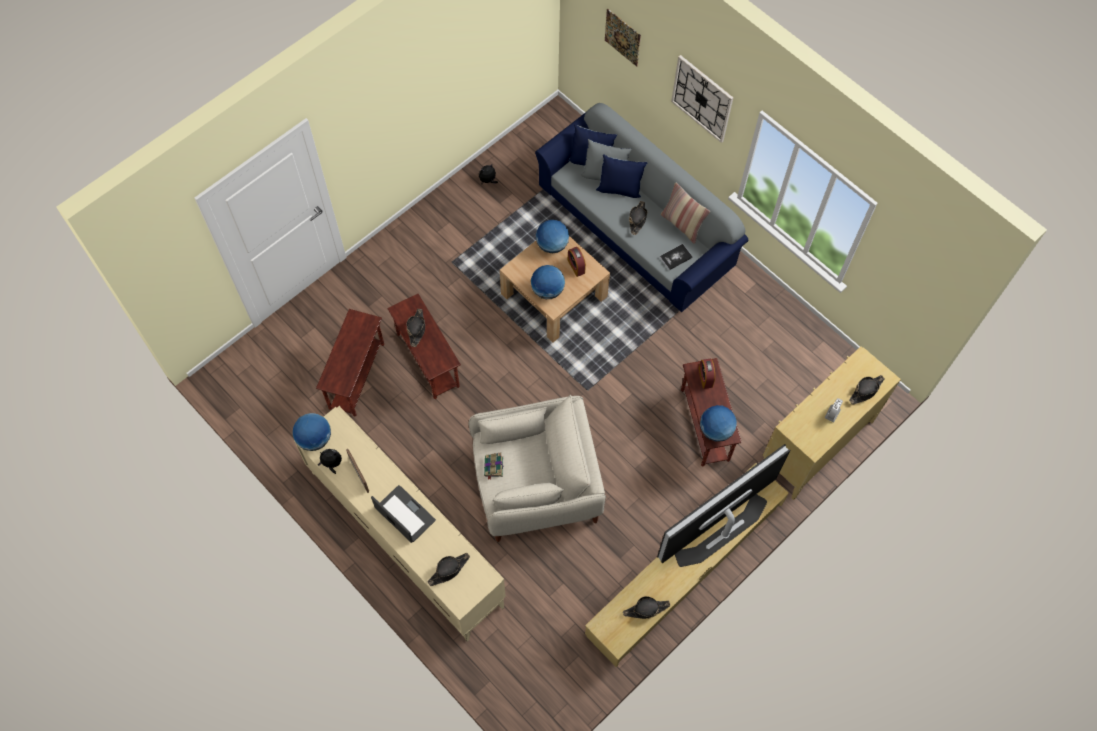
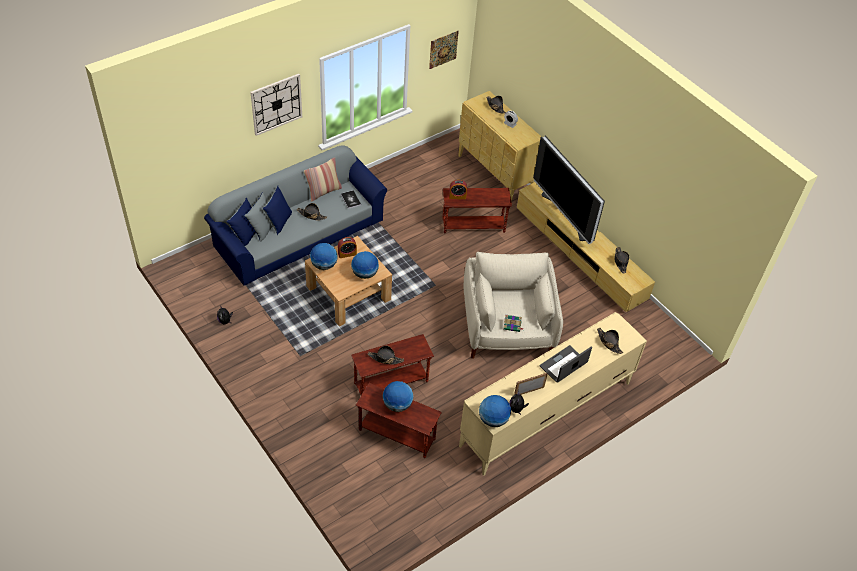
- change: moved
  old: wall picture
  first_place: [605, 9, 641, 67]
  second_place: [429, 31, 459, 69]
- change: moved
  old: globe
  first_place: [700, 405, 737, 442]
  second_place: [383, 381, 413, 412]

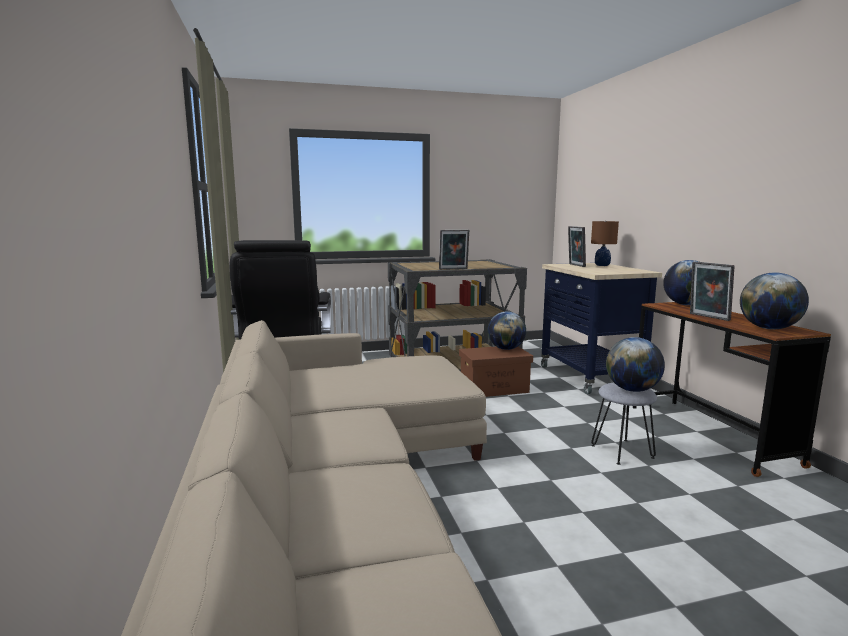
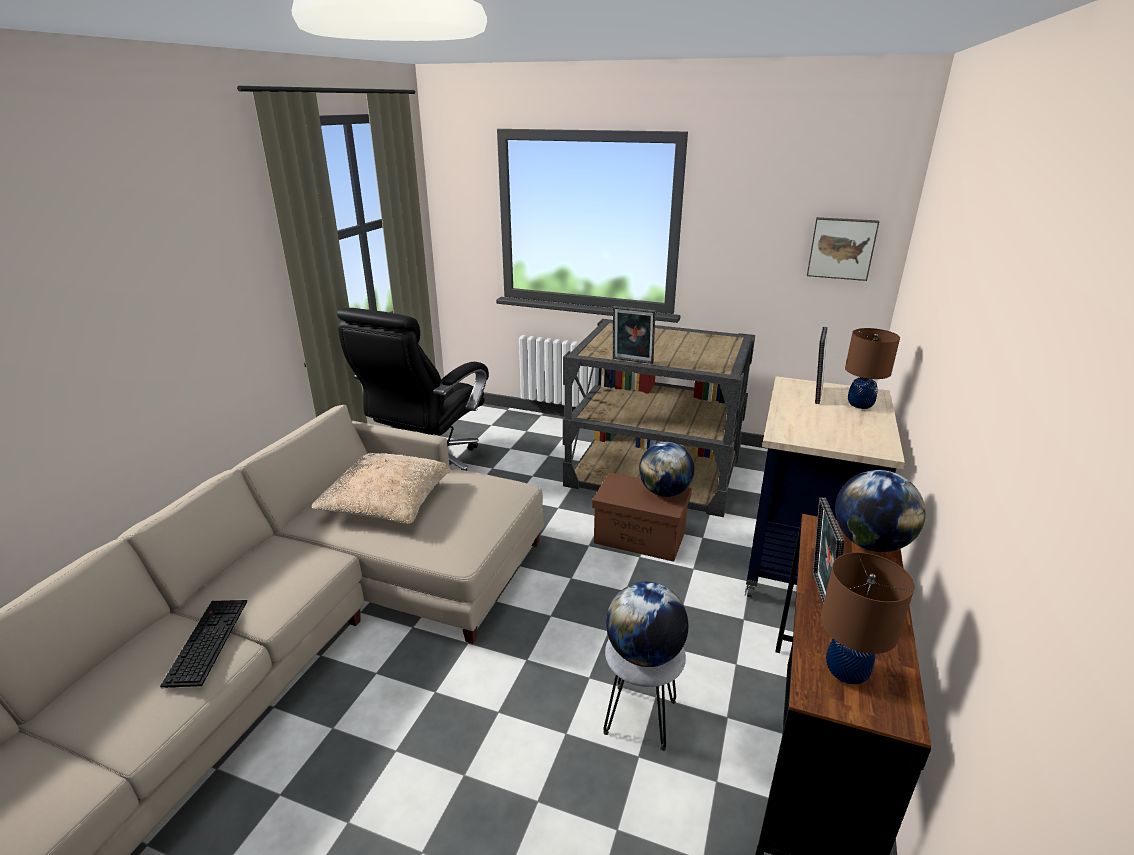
- change: replaced
  old: globe
  new: lamp for a table/brownish
  first_place: [740, 272, 809, 329]
  second_place: [821, 552, 915, 684]
- change: added
  new: wall picture
  second_place: [807, 217, 879, 281]
- change: added
  new: cushion/beige
  second_place: [311, 453, 450, 524]
- change: added
  new: PC keyboard
  second_place: [160, 600, 247, 689]

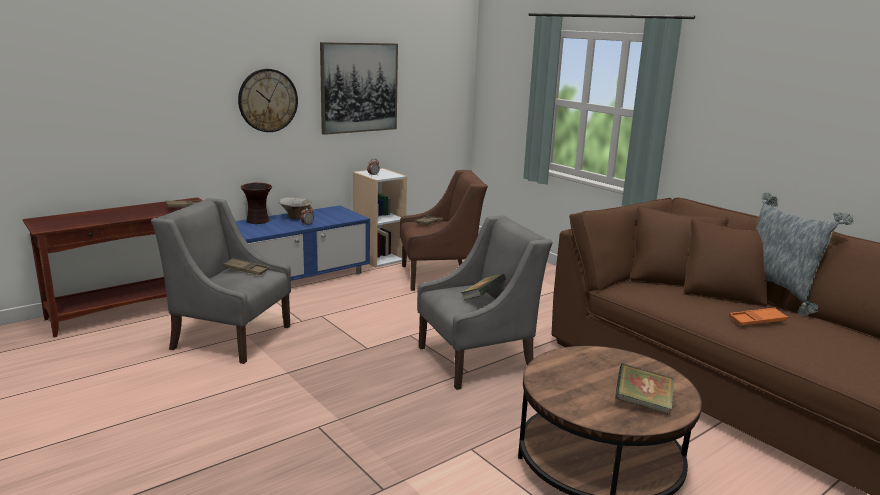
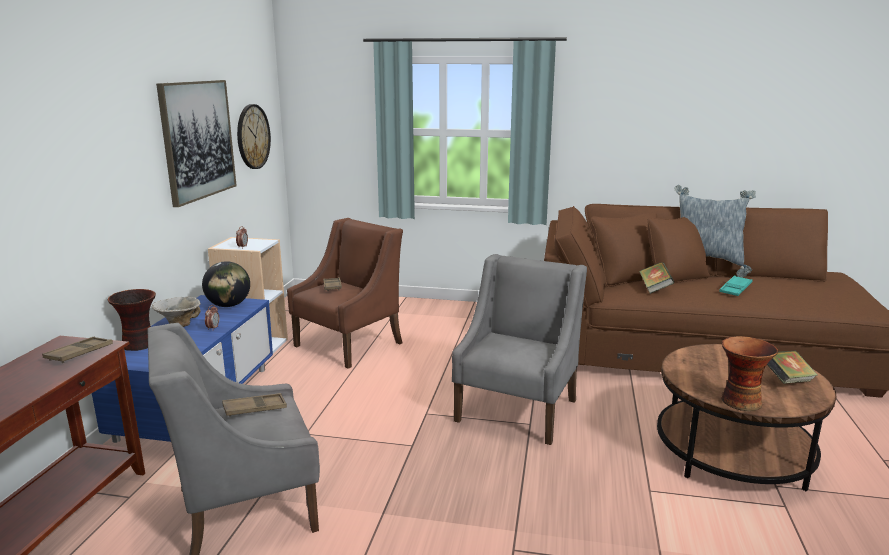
- change: moved
  old: clock on the wall
  first_place: [238, 69, 298, 132]
  second_place: [237, 104, 271, 169]
- change: moved
  old: book
  first_place: [461, 273, 506, 300]
  second_place: [639, 262, 674, 294]
- change: recoloured
  old: carrying tray/orange
  new: carrying tray/turquoise
  first_place: [729, 307, 788, 326]
  second_place: [719, 275, 753, 296]
- change: added
  new: globe
  second_place: [202, 261, 250, 307]
- change: added
  new: decorative vase
  second_place: [721, 336, 778, 411]

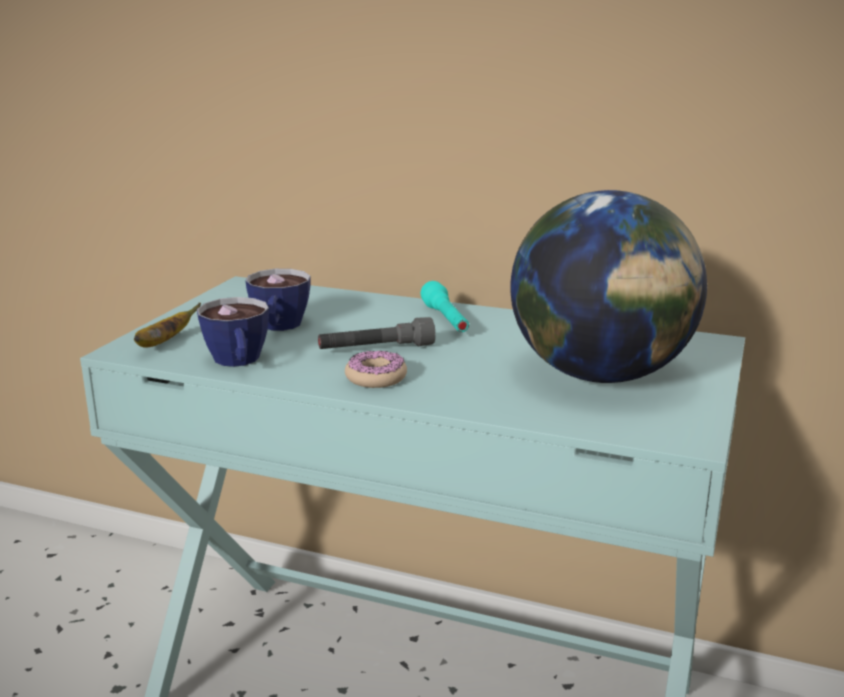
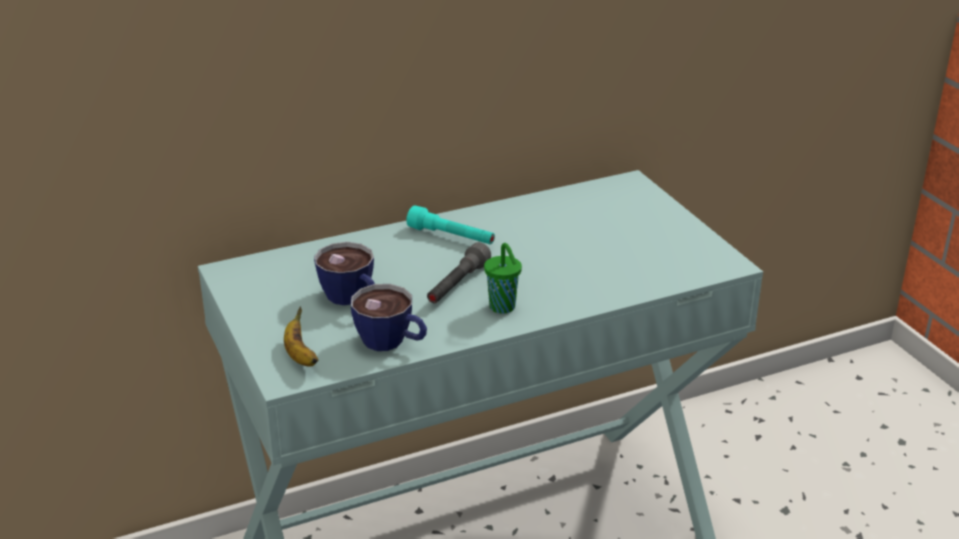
- change: removed
  old: globe
  first_place: [510, 190, 707, 383]
- change: replaced
  old: doughnut
  new: drinking cup/green
  first_place: [345, 351, 407, 388]
  second_place: [484, 243, 522, 314]

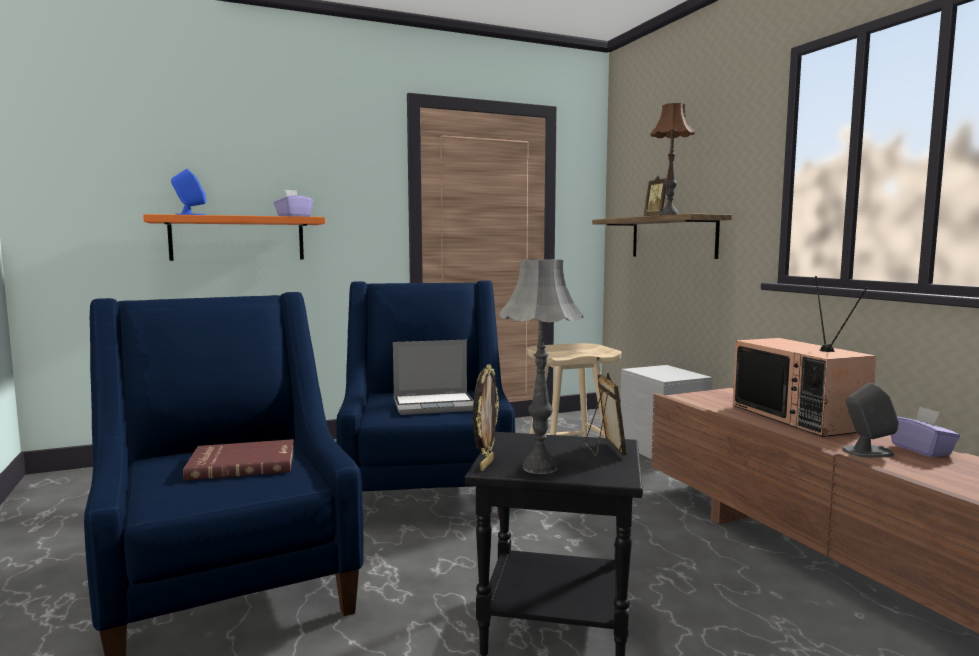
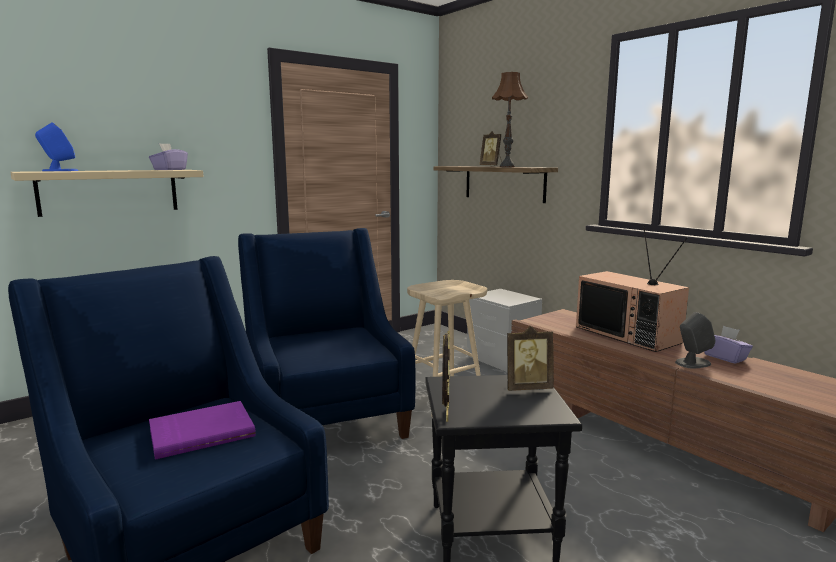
- change: recoloured
  old: bracket shelf/orange
  new: bracket shelf/beige
  first_place: [143, 214, 325, 261]
  second_place: [10, 170, 203, 217]
- change: removed
  old: lamp for a table/gray
  first_place: [499, 259, 583, 474]
- change: removed
  old: notebook computer
  first_place: [393, 340, 474, 415]
- change: turned
  old: picture frame
  first_place: [585, 373, 627, 457]
  second_place: [507, 326, 554, 391]
  degrees: 105
- change: recoloured
  old: book/reddish
  new: book/purple
  first_place: [183, 439, 294, 481]
  second_place: [149, 401, 256, 460]

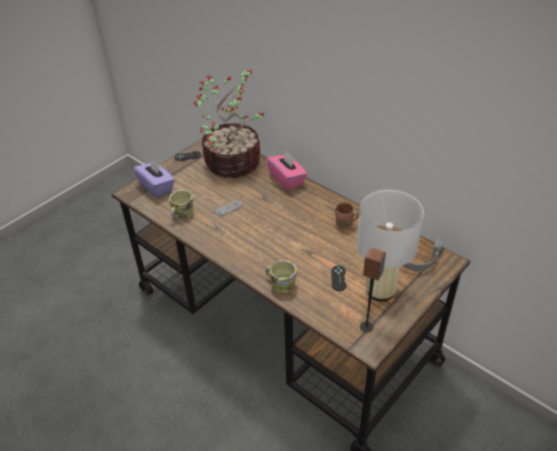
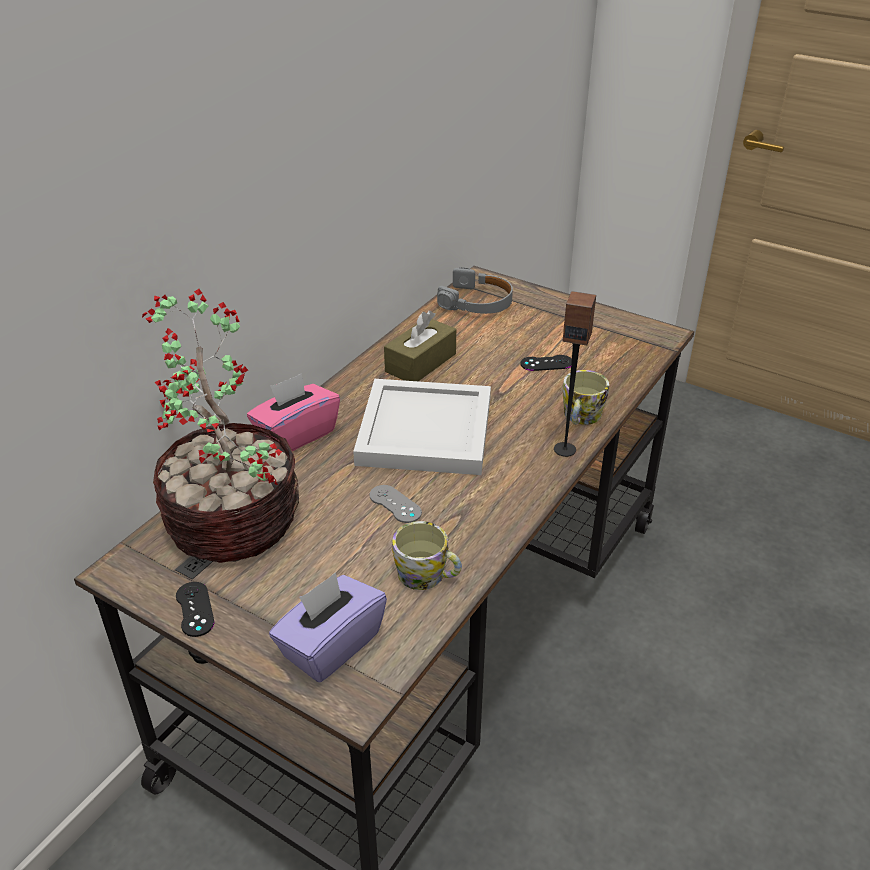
- change: removed
  old: lamp for a table/white
  first_place: [357, 190, 424, 302]
- change: replaced
  old: coffee mug/brownish
  new: tissue holder/brownish
  first_place: [335, 202, 359, 229]
  second_place: [384, 311, 456, 381]
- change: moved
  old: speaker
  first_place: [360, 248, 386, 332]
  second_place: [554, 291, 596, 457]
- change: added
  new: carrying tray/white
  second_place: [353, 379, 491, 475]

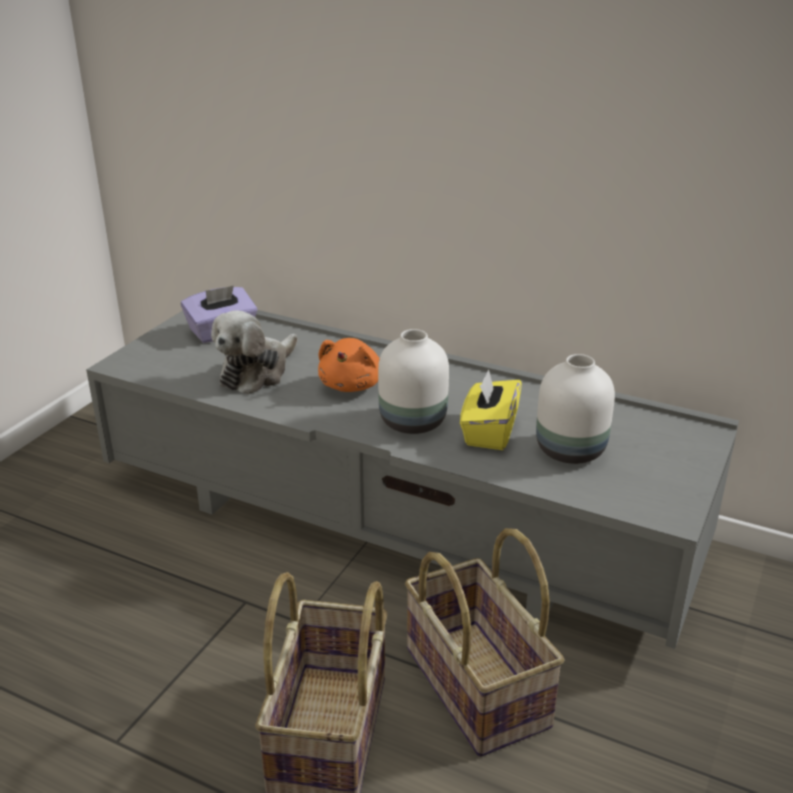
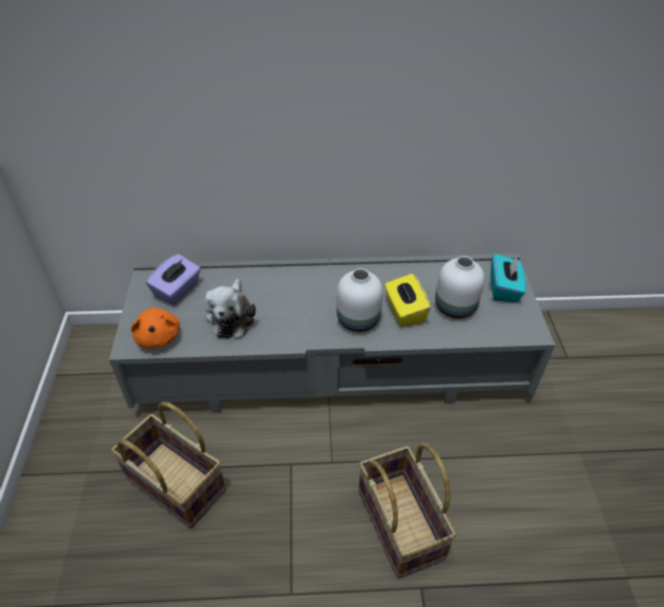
- change: moved
  old: plush toy/orange
  first_place: [318, 338, 380, 392]
  second_place: [131, 306, 180, 349]
- change: moved
  old: household basket
  first_place: [405, 528, 565, 757]
  second_place: [111, 402, 226, 529]
- change: added
  new: tissue holder/turquoise
  second_place: [491, 254, 526, 302]

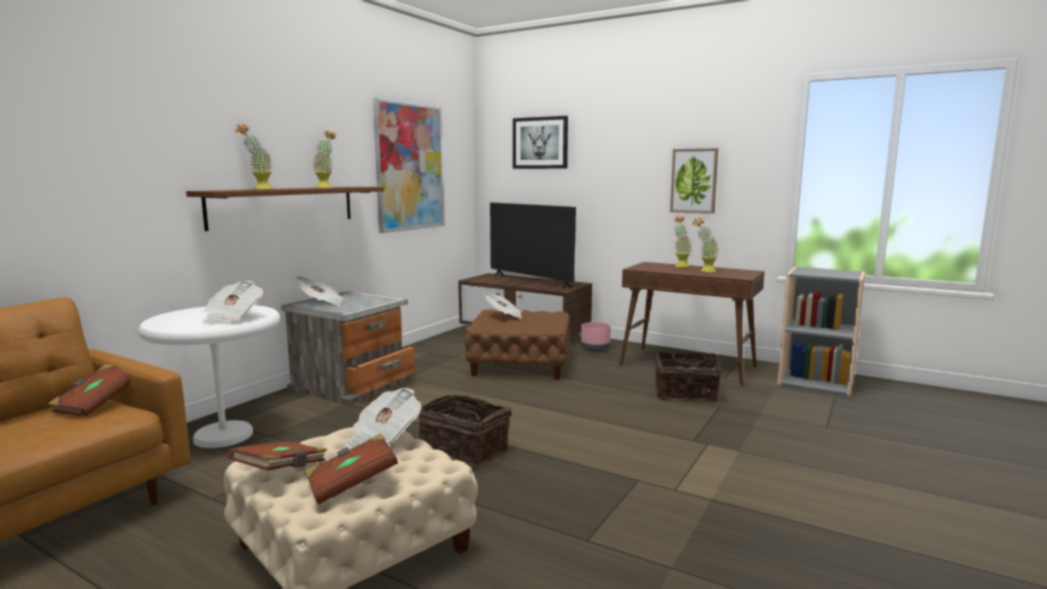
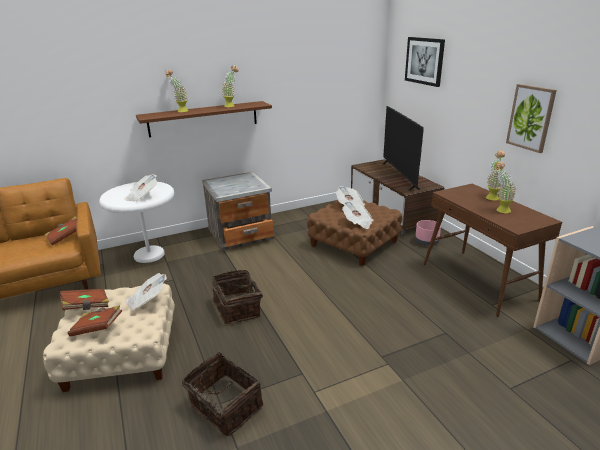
- change: removed
  old: wall picture
  first_place: [373, 97, 445, 233]
- change: moved
  old: daily paper
  first_place: [296, 276, 343, 305]
  second_place: [342, 201, 374, 229]
- change: moved
  old: household basket
  first_place: [655, 351, 722, 402]
  second_place: [182, 352, 264, 436]

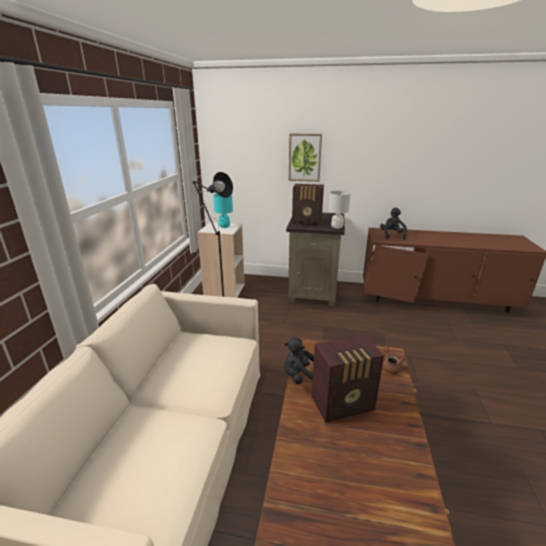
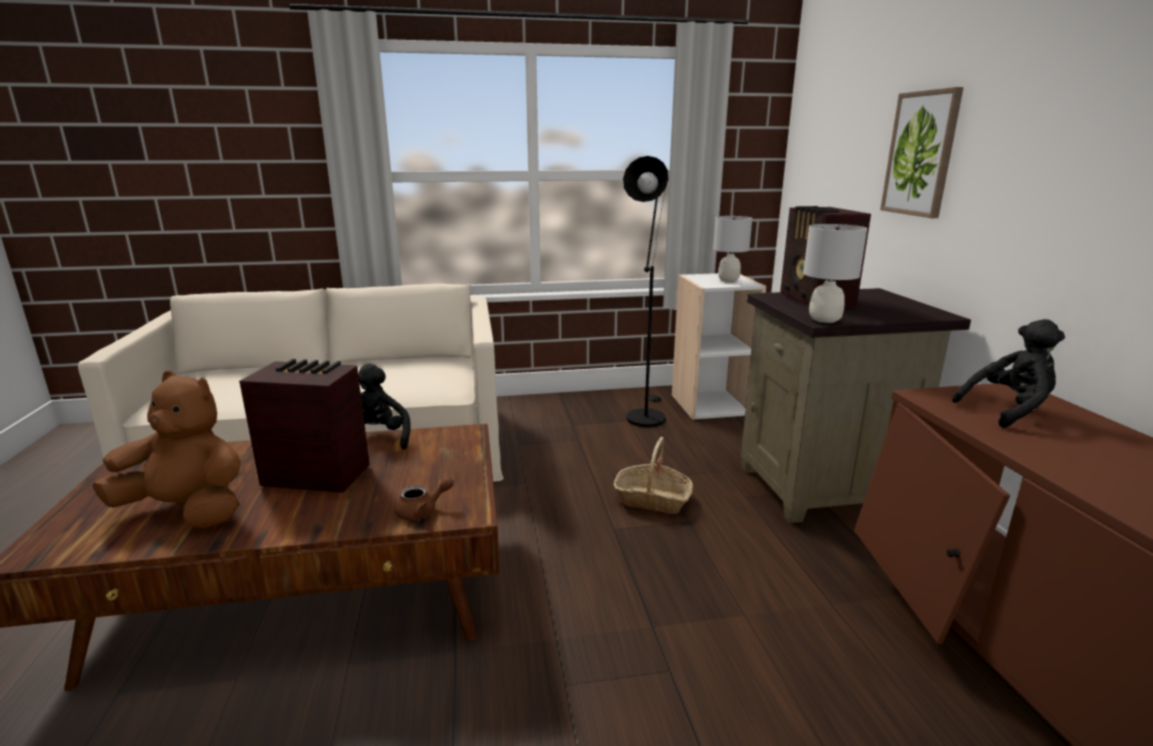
- change: recoloured
  old: lamp for a table/turquoise
  new: lamp for a table/gray
  first_place: [213, 194, 233, 228]
  second_place: [713, 216, 752, 282]
- change: turned
  old: radio receiver
  first_place: [312, 334, 384, 423]
  second_place: [239, 359, 370, 493]
  degrees: 135
- change: added
  new: plush toy/brownish
  second_place: [92, 370, 241, 528]
- change: added
  new: household basket
  second_place: [614, 437, 693, 514]

